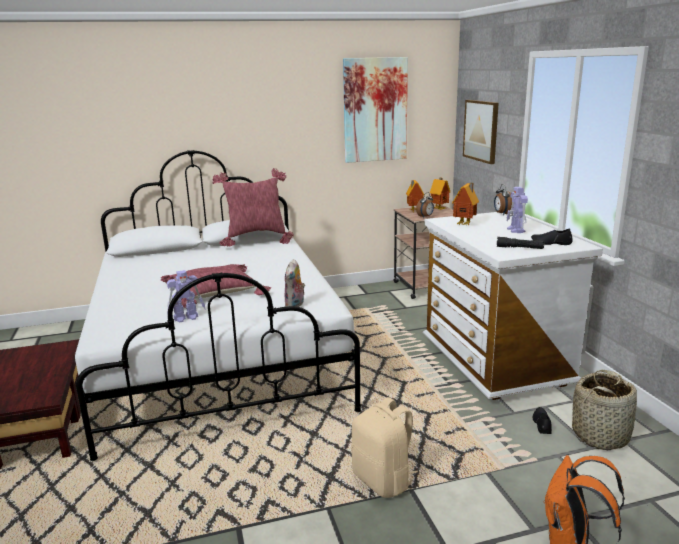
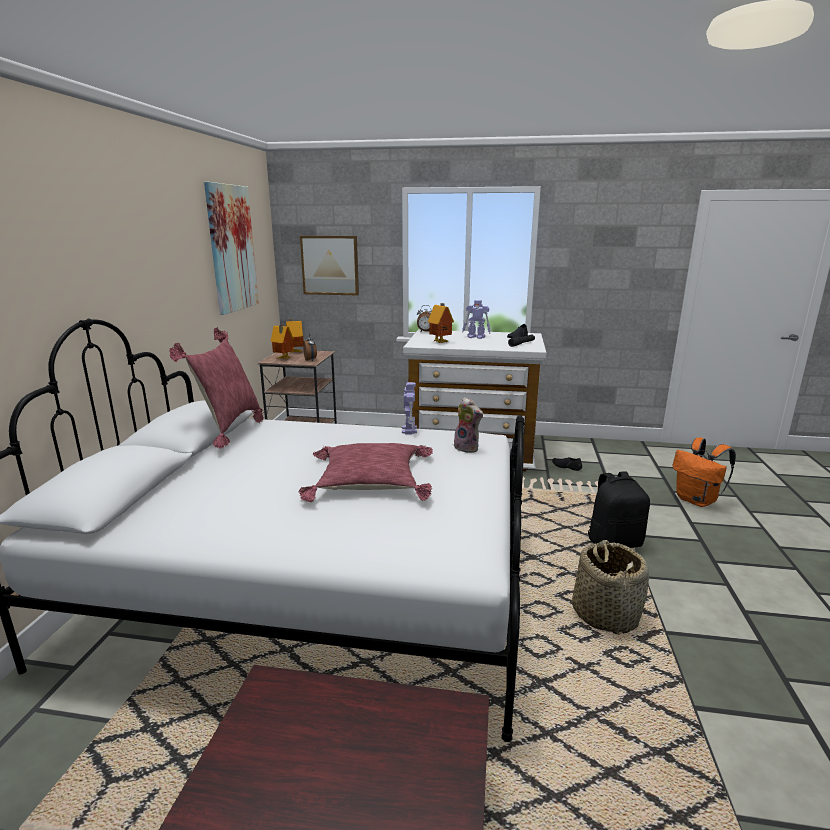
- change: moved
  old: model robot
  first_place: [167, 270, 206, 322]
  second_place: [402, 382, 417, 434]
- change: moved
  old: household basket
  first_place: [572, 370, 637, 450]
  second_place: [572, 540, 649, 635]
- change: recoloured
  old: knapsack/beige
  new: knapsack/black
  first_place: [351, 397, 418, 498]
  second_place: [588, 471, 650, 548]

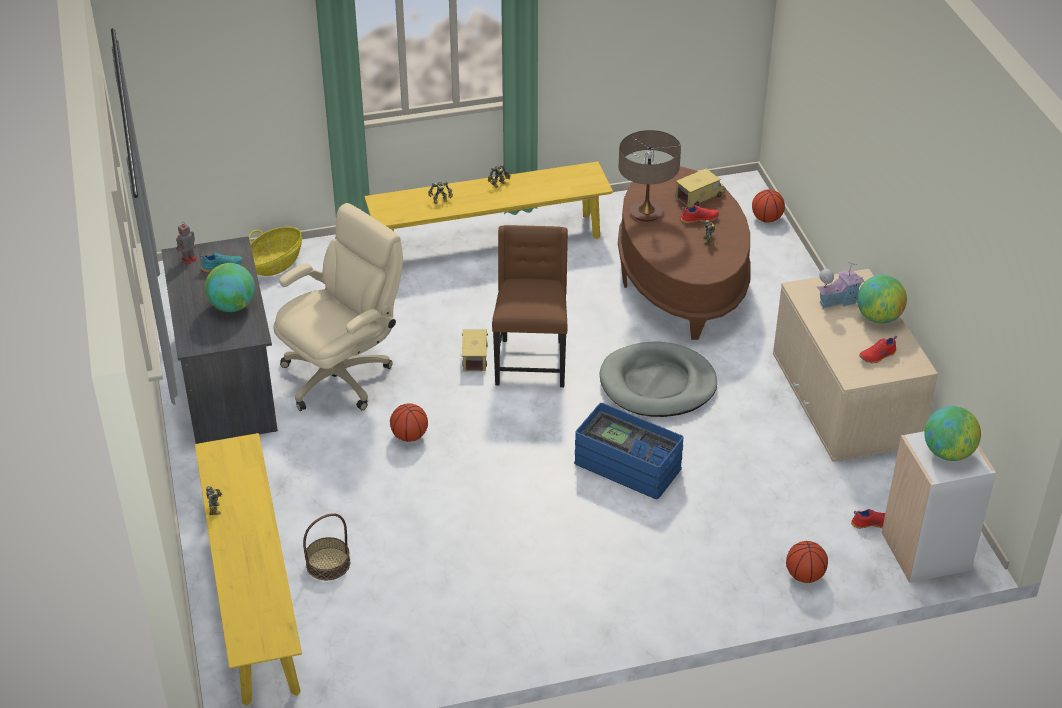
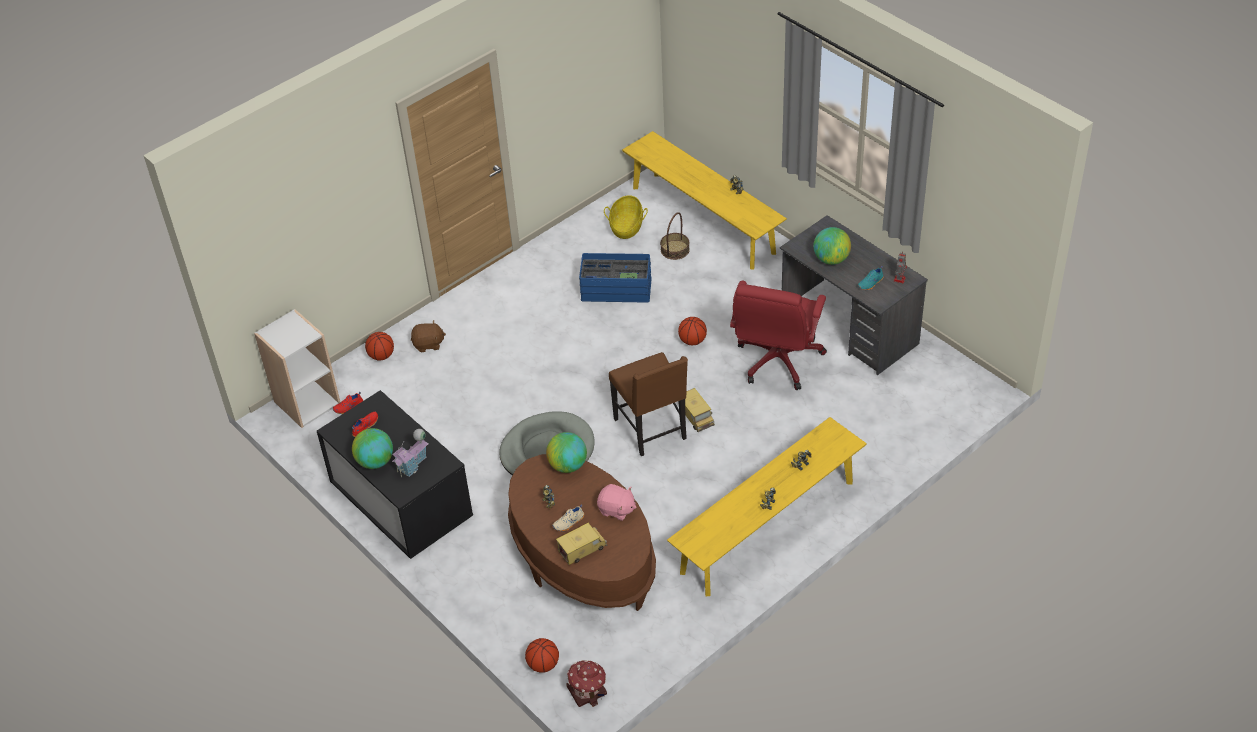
- change: replaced
  old: lamp for a table
  new: plush toy/pink-coloured
  first_place: [619, 130, 681, 222]
  second_place: [597, 484, 637, 521]
- change: turned
  old: model truck
  first_place: [676, 169, 725, 207]
  second_place: [556, 523, 607, 565]
  degrees: -150
- change: recoloured
  old: computer chair/beige
  new: computer chair/reddish
  first_place: [273, 203, 403, 411]
  second_place: [730, 281, 827, 390]
- change: recoloured
  old: shoe/reddish
  new: shoe/beige
  first_place: [681, 205, 719, 223]
  second_place: [553, 504, 584, 531]
- change: moved
  old: household basket
  first_place: [249, 227, 302, 276]
  second_place: [604, 195, 648, 239]
- change: recoloured
  old: cabinet/beige
  new: cabinet/black
  first_place: [773, 269, 938, 462]
  second_place: [317, 390, 473, 559]
- change: moved
  old: storage bin/bluish
  first_place: [574, 403, 684, 499]
  second_place: [579, 253, 652, 303]
- change: moved
  old: globe
  first_place: [924, 406, 981, 461]
  second_place: [546, 432, 587, 473]
- change: added
  new: plush toy/brownish
  second_place: [411, 320, 446, 352]
- change: added
  new: toy house
  second_place: [566, 660, 607, 707]

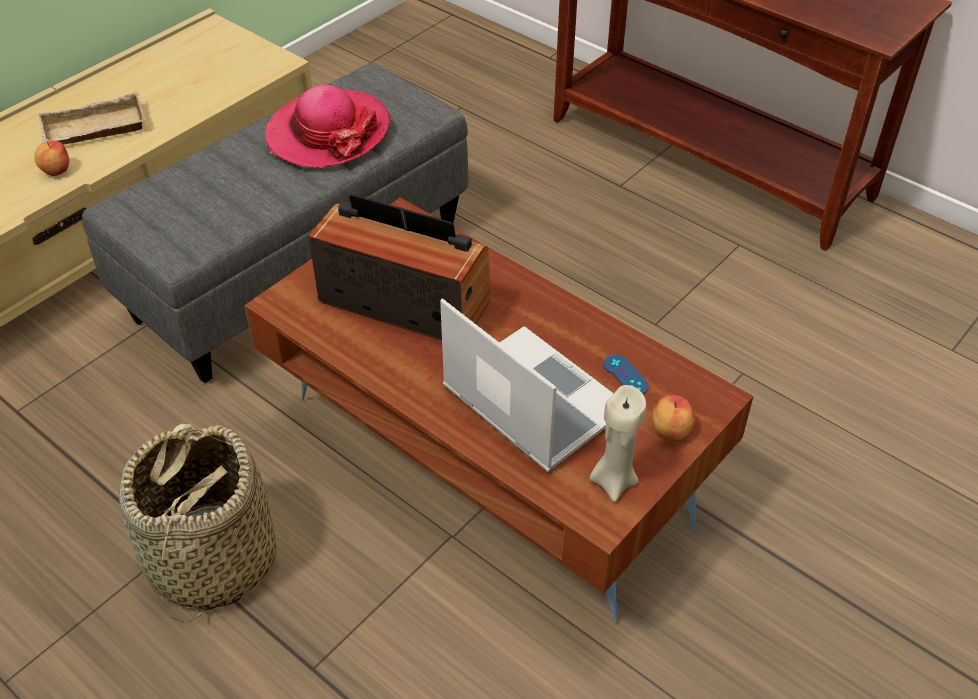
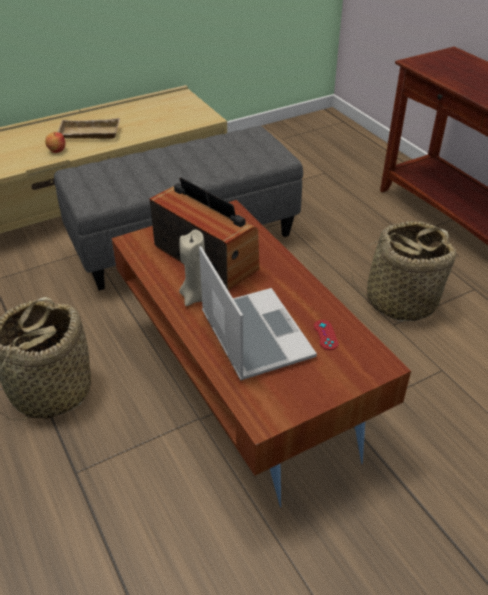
- change: removed
  old: wearable hat
  first_place: [265, 85, 391, 169]
- change: recoloured
  old: game controller/bluish
  new: game controller/reddish
  first_place: [603, 354, 648, 394]
  second_place: [314, 320, 339, 350]
- change: moved
  old: wax light/beige
  first_place: [590, 385, 646, 502]
  second_place: [179, 230, 205, 306]
- change: removed
  old: apple fruit
  first_place: [652, 395, 695, 441]
- change: added
  new: household basket
  second_place: [351, 221, 459, 321]

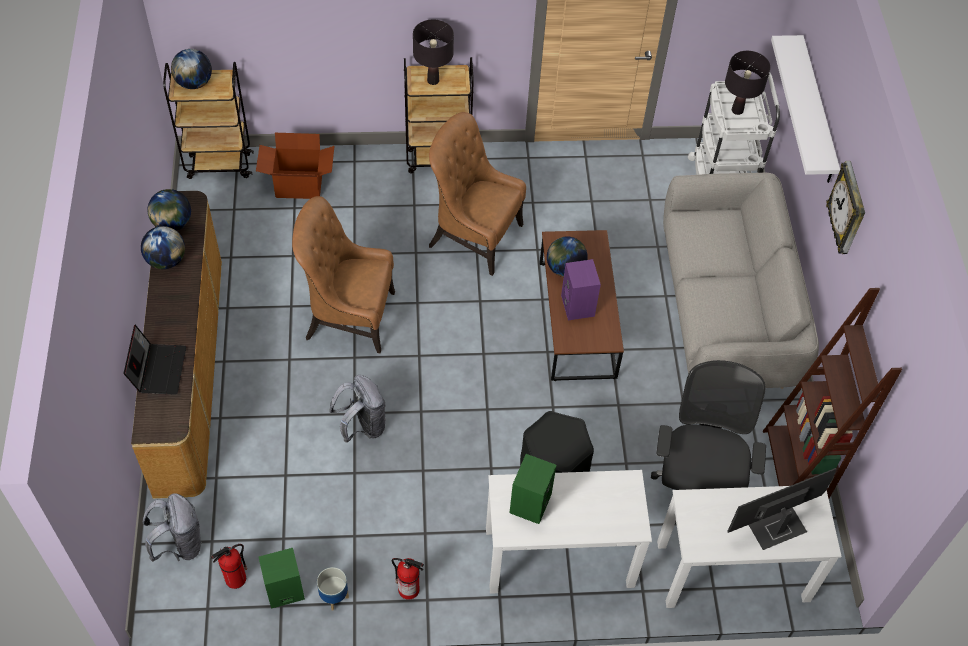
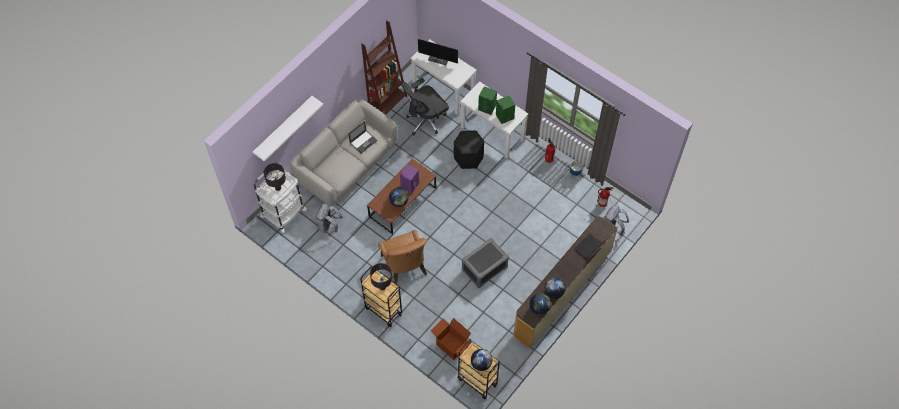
- change: removed
  old: clock on the wall
  first_place: [826, 161, 865, 254]
- change: replaced
  old: plain chair/brownish
  new: storage bin/gray
  first_place: [292, 196, 395, 353]
  second_place: [462, 238, 509, 288]
- change: moved
  old: knapsack/gray
  first_place: [329, 375, 386, 443]
  second_place: [316, 203, 343, 232]
- change: moved
  old: speaker/green
  first_place: [259, 548, 305, 609]
  second_place: [478, 86, 497, 115]
- change: added
  new: notebook computer
  second_place: [348, 121, 377, 153]

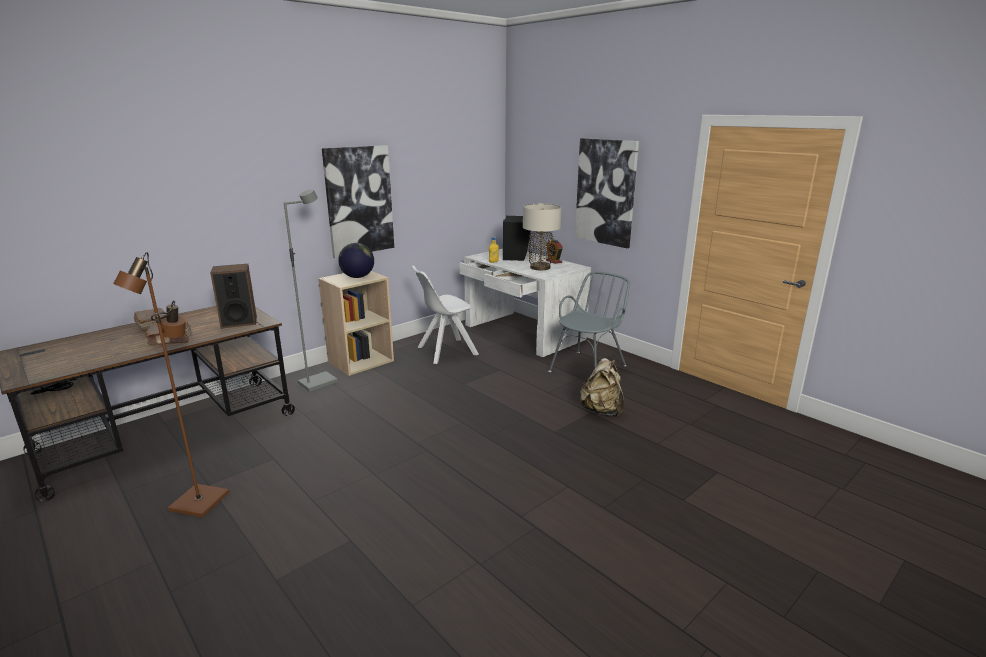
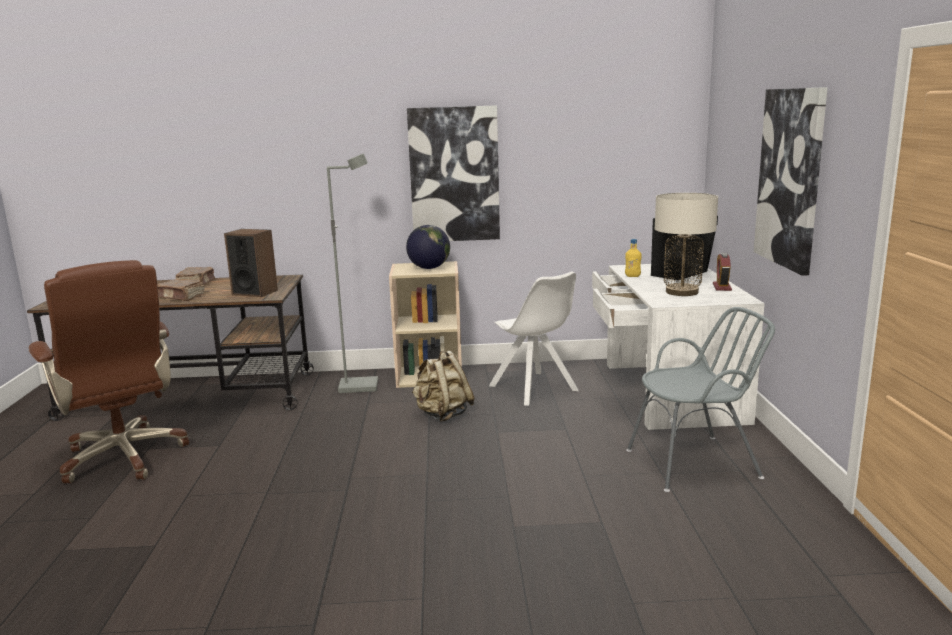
- change: replaced
  old: floor lamp/brownish
  new: computer chair/brownish
  first_place: [113, 252, 229, 517]
  second_place: [29, 260, 189, 483]
- change: turned
  old: plain chair/white
  first_place: [412, 266, 479, 364]
  second_place: [489, 271, 578, 406]
  degrees: -135
- change: moved
  old: knapsack/beige
  first_place: [579, 358, 624, 416]
  second_place: [412, 351, 474, 422]

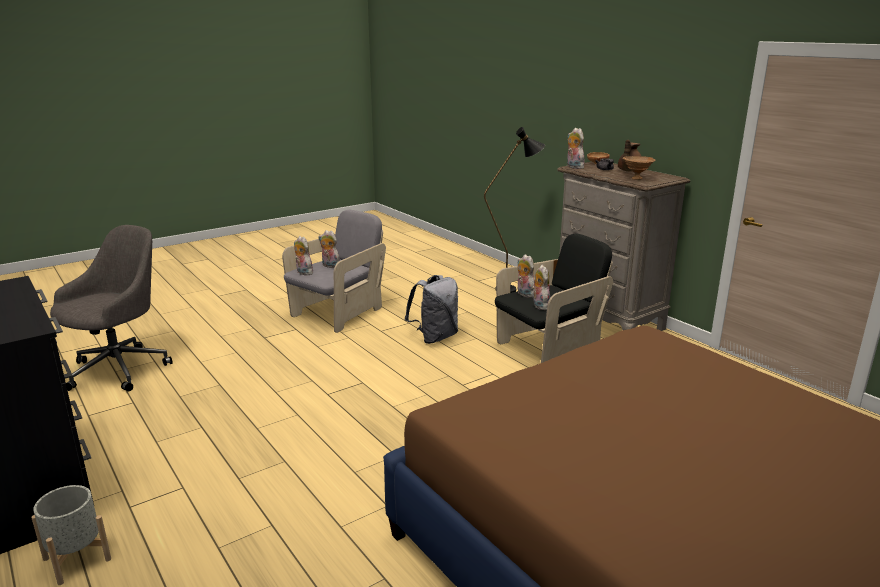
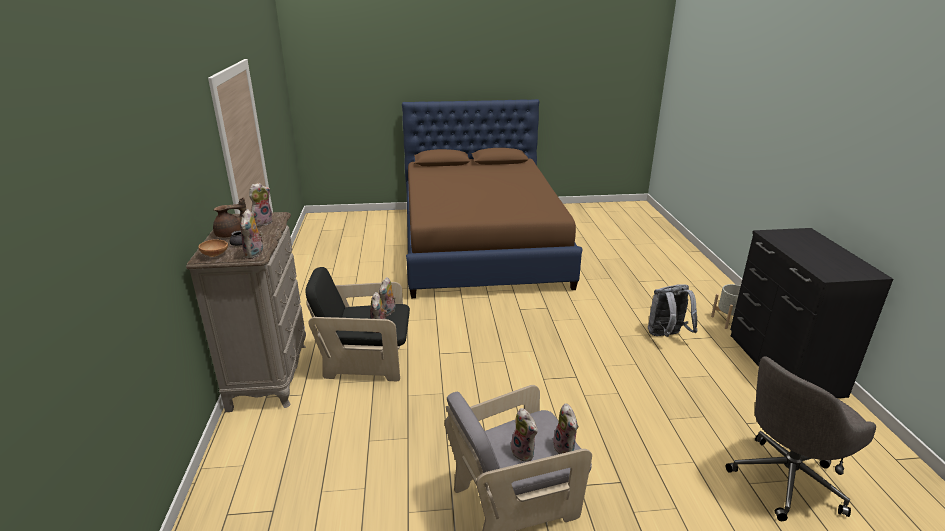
- change: removed
  old: floor lamp/black
  first_place: [484, 127, 545, 293]
- change: replaced
  old: serving bowl/brownish
  new: plush toy
  first_place: [623, 156, 656, 180]
  second_place: [249, 183, 273, 227]
- change: moved
  old: knapsack/gray
  first_place: [405, 275, 458, 344]
  second_place: [648, 284, 698, 337]

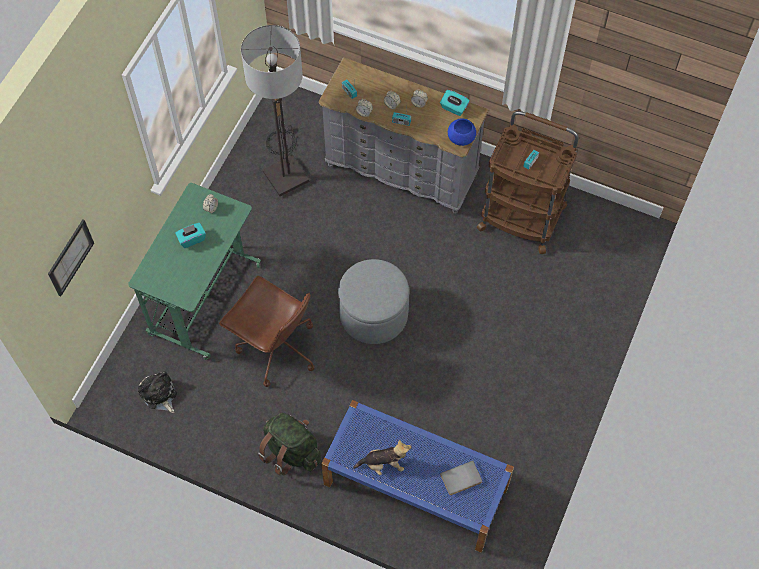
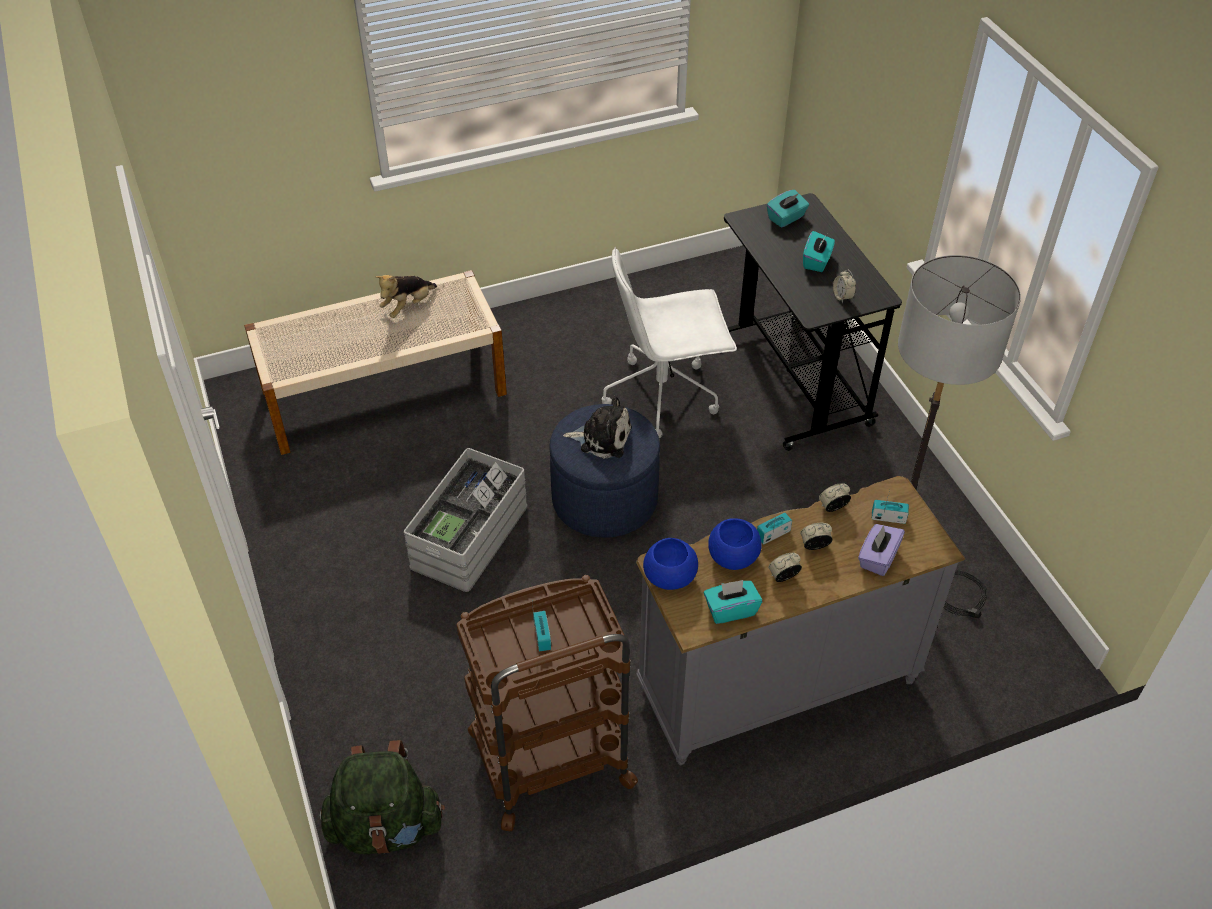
- change: recoloured
  old: desk unit/green
  new: desk unit/black
  first_place: [128, 183, 261, 360]
  second_place: [724, 193, 902, 451]
- change: removed
  old: wall picture
  first_place: [48, 219, 94, 297]
- change: recoloured
  old: footrest/gray
  new: footrest/bluish
  first_place: [338, 259, 409, 344]
  second_place: [550, 404, 660, 538]
- change: recoloured
  old: computer chair/brownish
  new: computer chair/white
  first_place: [219, 276, 314, 387]
  second_place: [602, 247, 737, 438]
- change: moved
  old: plush toy
  first_place: [138, 371, 177, 413]
  second_place: [563, 396, 632, 458]
- change: recoloured
  old: bench/bluish
  new: bench/beige
  first_place: [321, 400, 514, 552]
  second_place: [244, 270, 507, 455]
- change: moved
  old: knapsack/green
  first_place: [258, 413, 321, 476]
  second_place: [320, 740, 445, 855]
- change: removed
  old: book/gray
  first_place: [440, 461, 482, 495]
- change: added
  new: tissue holder/turquoise
  second_place: [767, 190, 809, 228]
- change: added
  new: storage bin/gray
  second_place: [403, 448, 528, 592]
- change: added
  new: serving bowl/bluish
  second_place: [708, 518, 762, 570]
- change: added
  new: tissue holder/purple
  second_place: [858, 524, 905, 576]

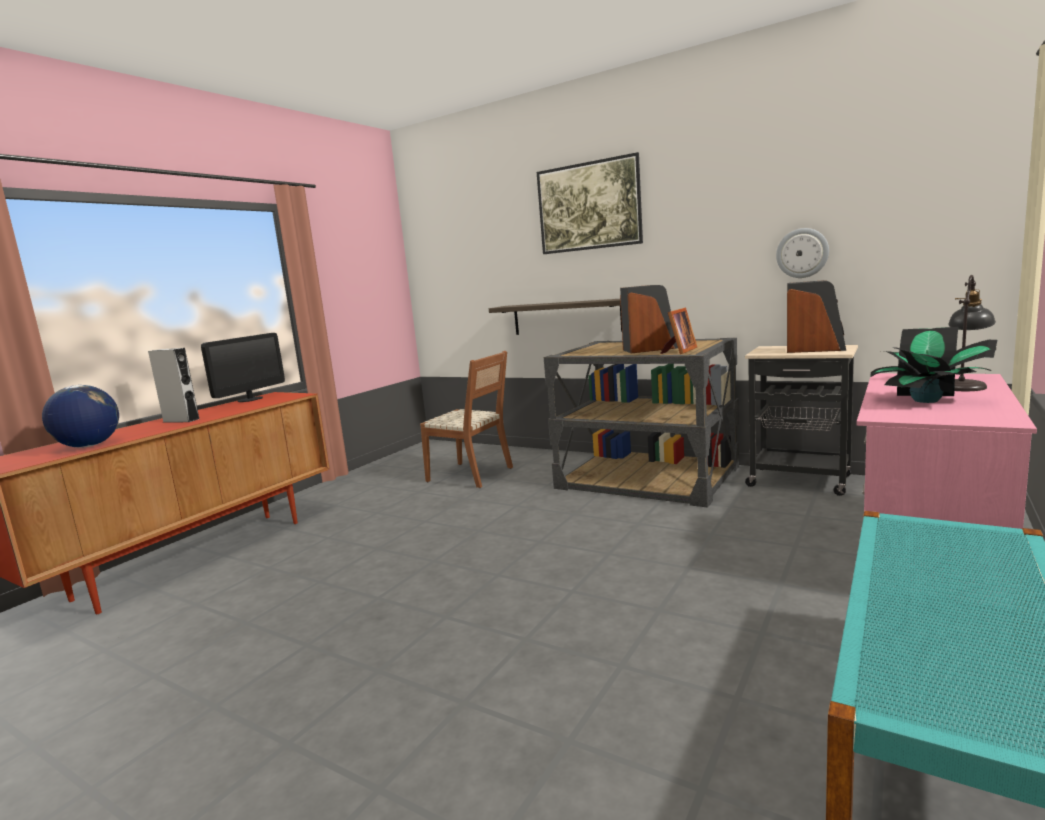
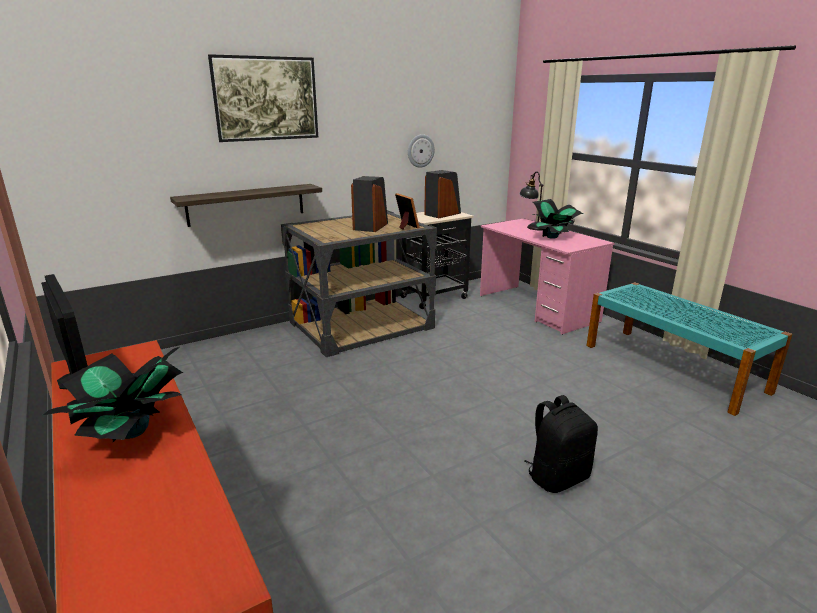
- change: replaced
  old: speaker/gray
  new: potted plant
  first_place: [148, 348, 199, 422]
  second_place: [43, 347, 183, 442]
- change: removed
  old: plain chair
  first_place: [420, 351, 513, 488]
- change: removed
  old: globe
  first_place: [42, 385, 119, 447]
- change: added
  new: knapsack/black
  second_place: [525, 395, 598, 493]

